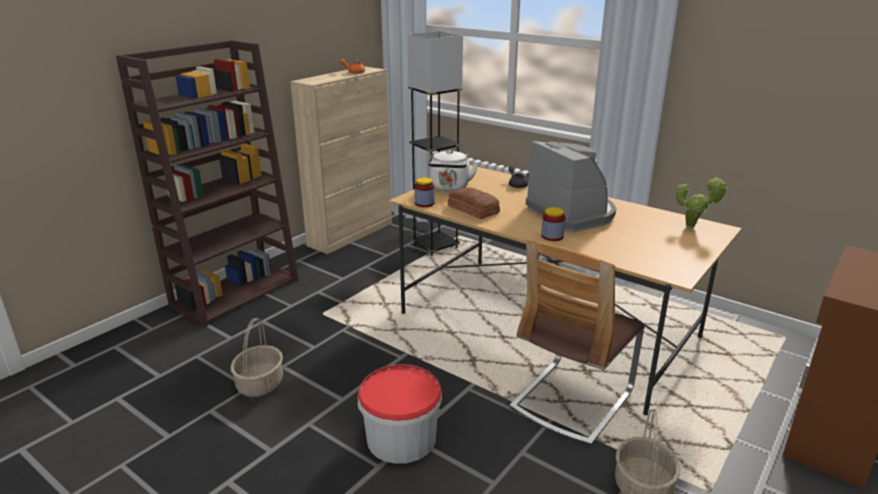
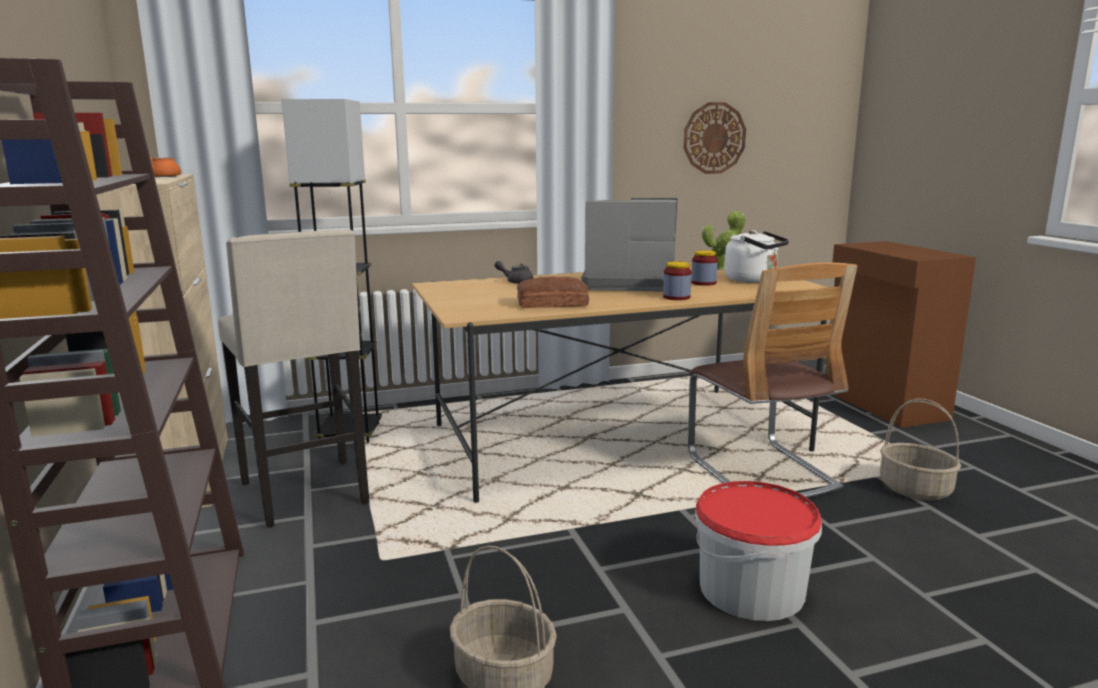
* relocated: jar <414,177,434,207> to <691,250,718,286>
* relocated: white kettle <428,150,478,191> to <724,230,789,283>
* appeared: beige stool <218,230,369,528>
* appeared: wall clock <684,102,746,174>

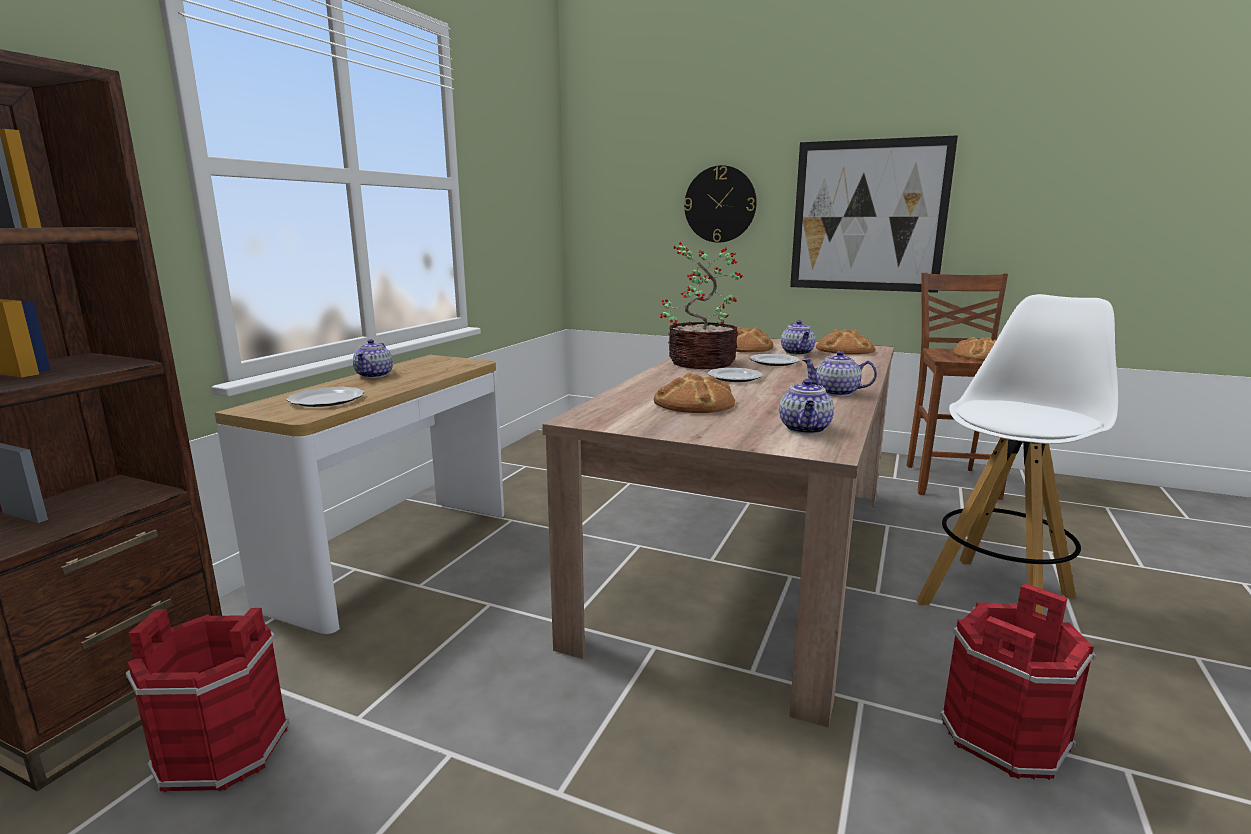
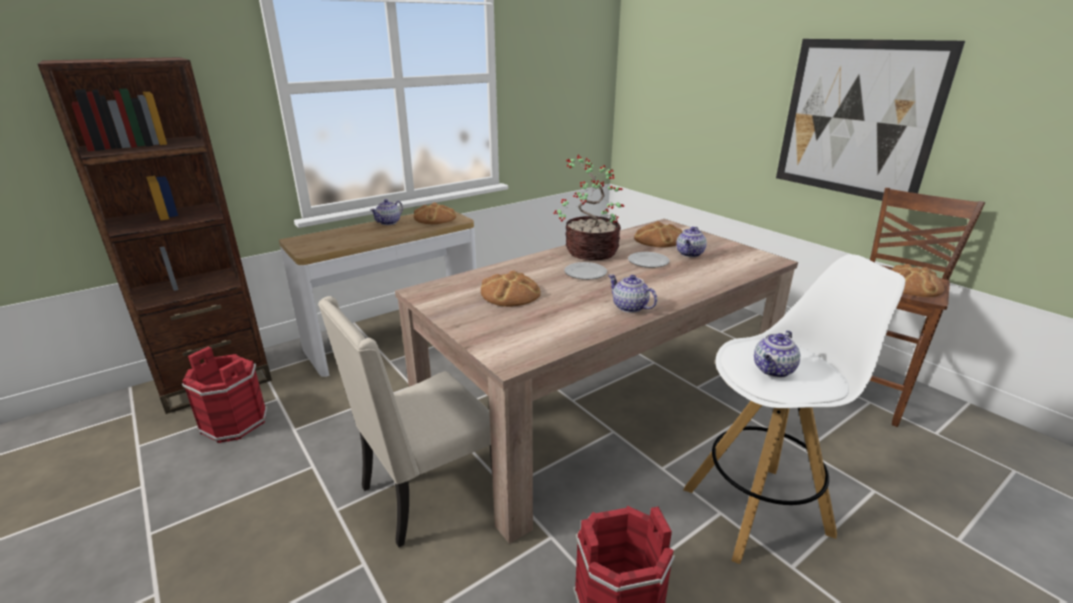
* missing: plate <287,387,365,407>
* missing: wall clock <684,165,757,243>
* relocated: teapot <779,379,834,434> to <754,331,800,378>
* relocated: bread <816,329,875,355> to <414,202,456,224>
* appeared: beige chair <318,296,493,547>

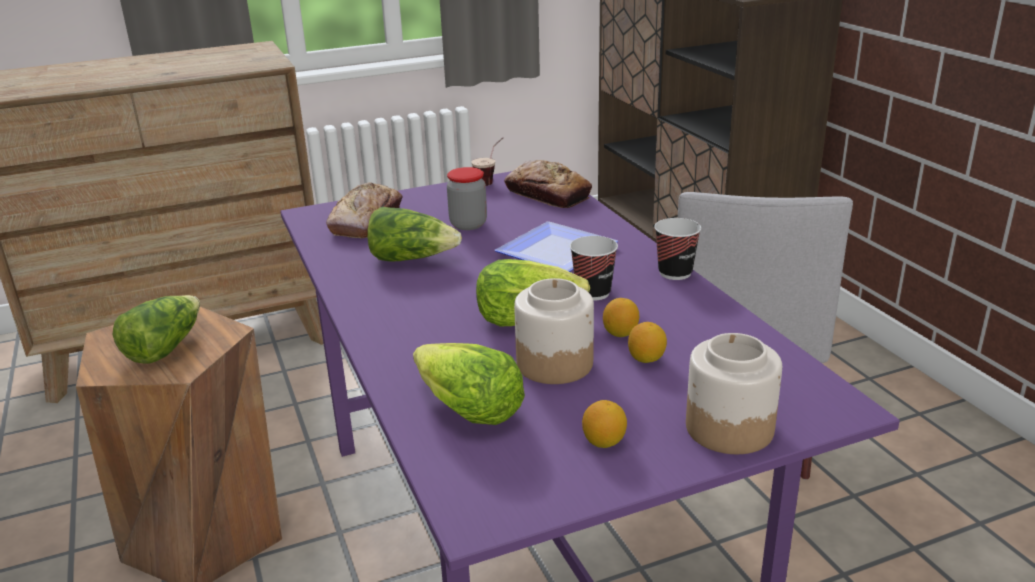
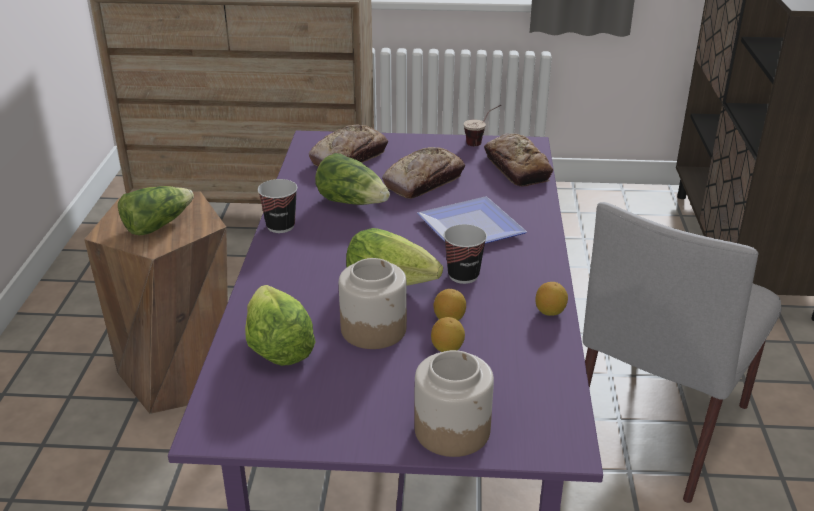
* exchanged: jar <447,167,487,230> to bread <382,147,465,199>
* relocated: lemon <582,400,627,448> to <536,282,568,316>
* relocated: cup <654,218,701,280> to <258,179,298,233>

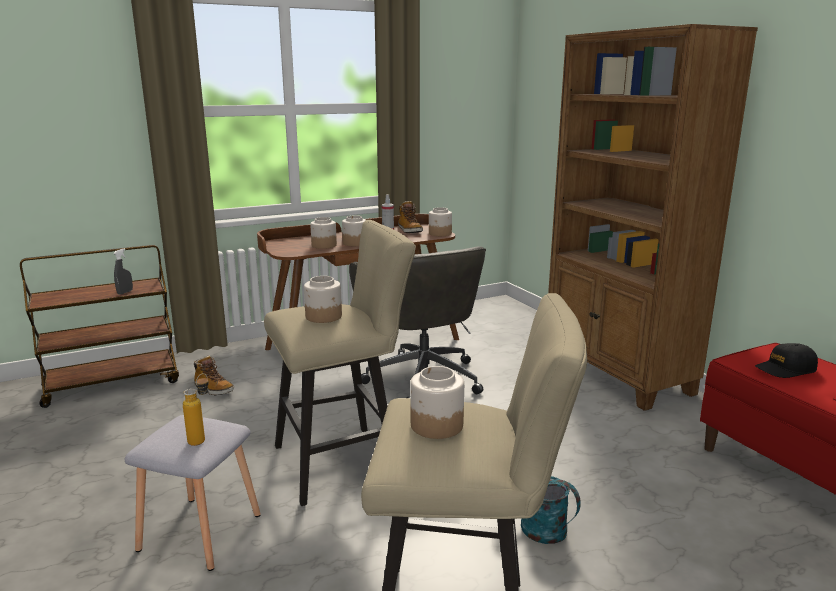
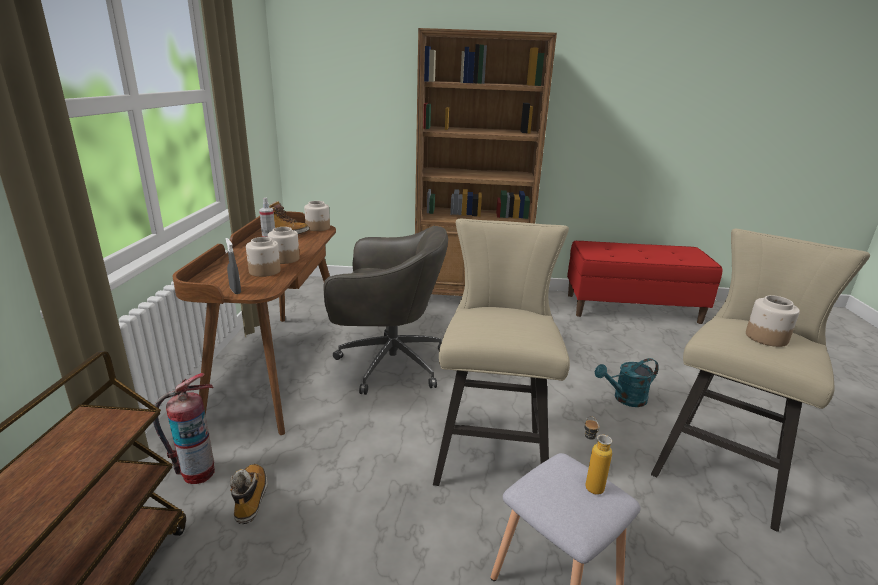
* relocated: grey spray bottle <113,248,133,295> to <225,238,241,294>
* spun: boot <194,356,234,396> = <230,464,268,524> 75 degrees counterclockwise
* missing: jar <304,276,342,323>
* missing: black cap <755,343,818,378>
* appeared: fire extinguisher <153,373,215,484>

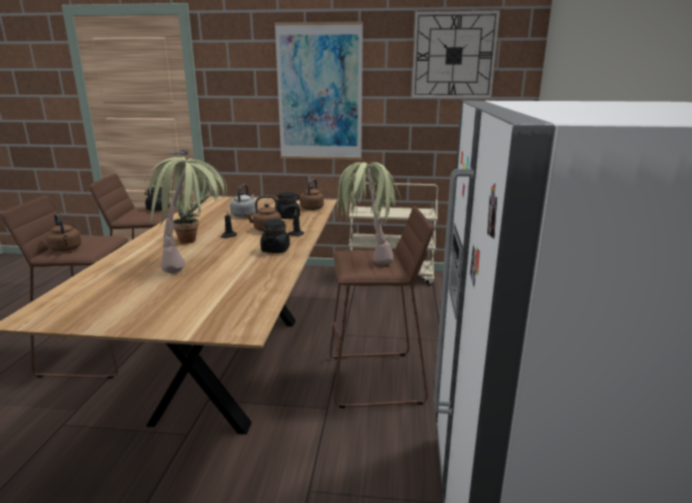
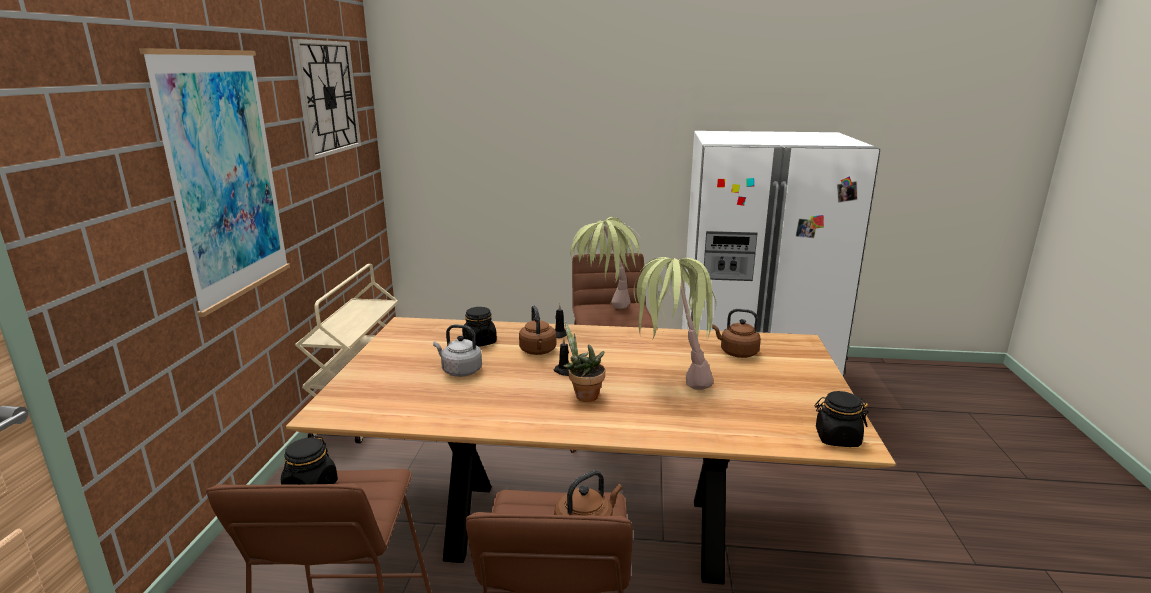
* relocated: black jar <261,219,290,253> to <815,391,868,447>
* relocated: brown kettle <300,179,324,210> to <712,309,761,358>

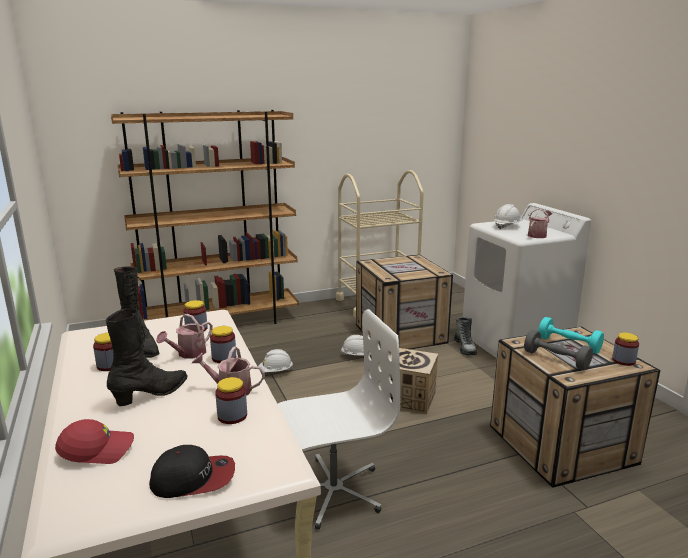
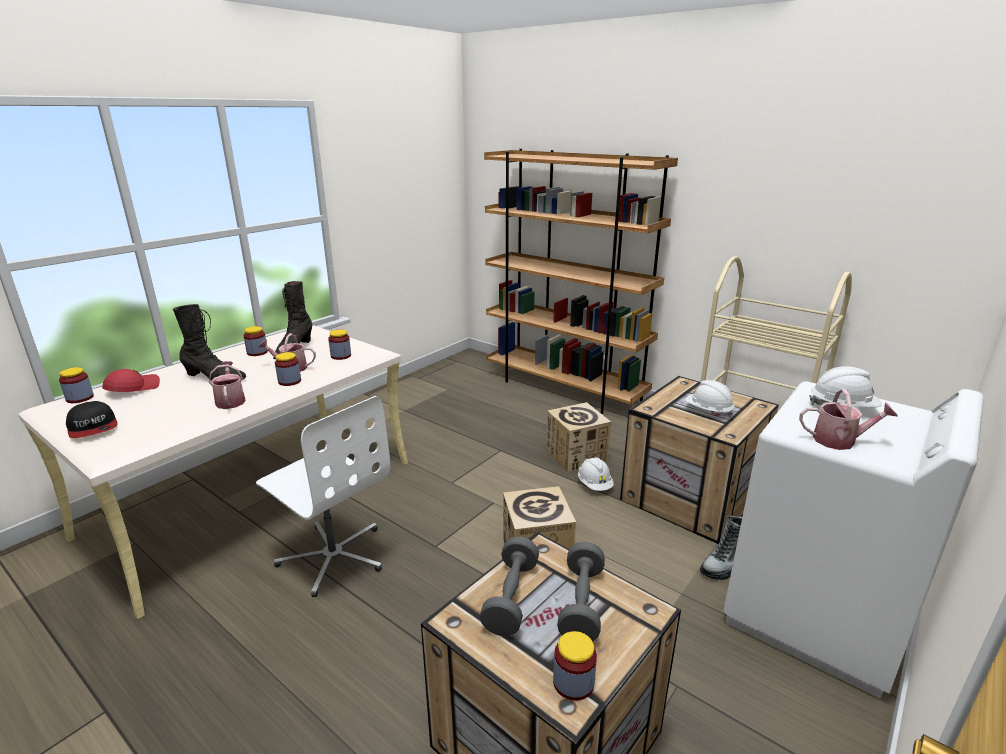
* spun: red cap <55,419,134,464> = <102,369,160,392> 105 degrees counterclockwise
* relocated: jar <215,377,247,424> to <59,367,94,403>
* relocated: white hard hat <259,349,293,372> to <685,380,735,417>
* colour: turquoise dumbbell <538,317,604,354> to grey dumbbell <557,542,605,642>
* appeared: cardboard box <546,402,611,472>

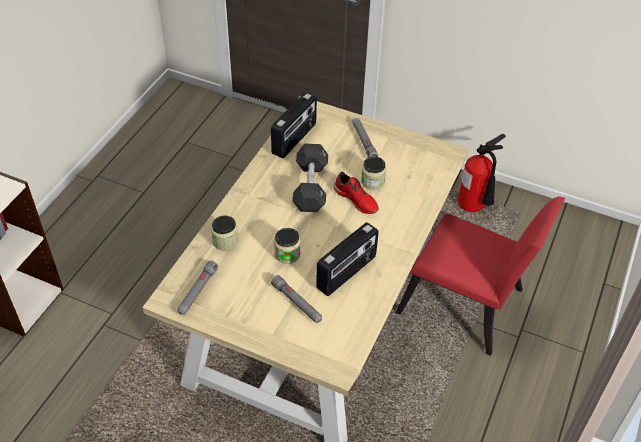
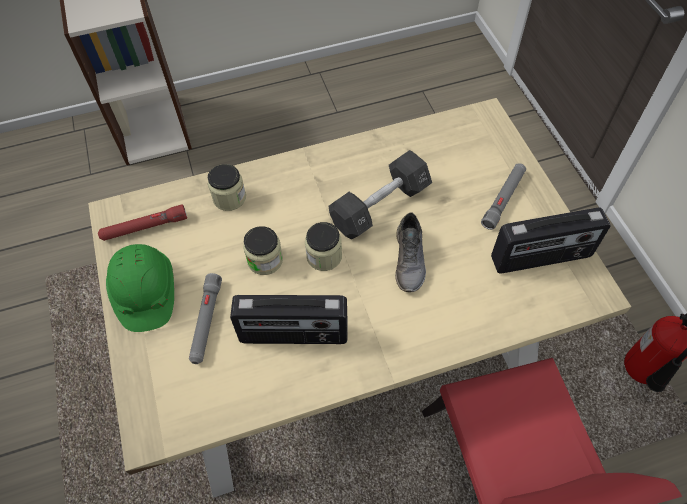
* colour: grey flashlight <177,260,218,315> to red flashlight <98,204,187,241>
* relocated: radio <271,92,317,158> to <491,208,611,274>
* colour: red shoe <334,172,379,214> to grey shoe <395,212,426,292>
* relocated: jar <361,156,386,190> to <305,222,342,271>
* appeared: green hard hat <106,244,174,332>

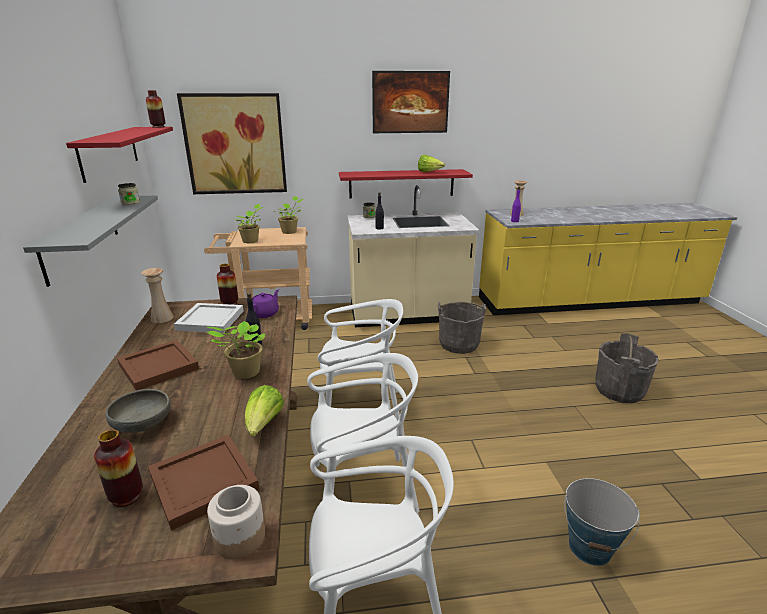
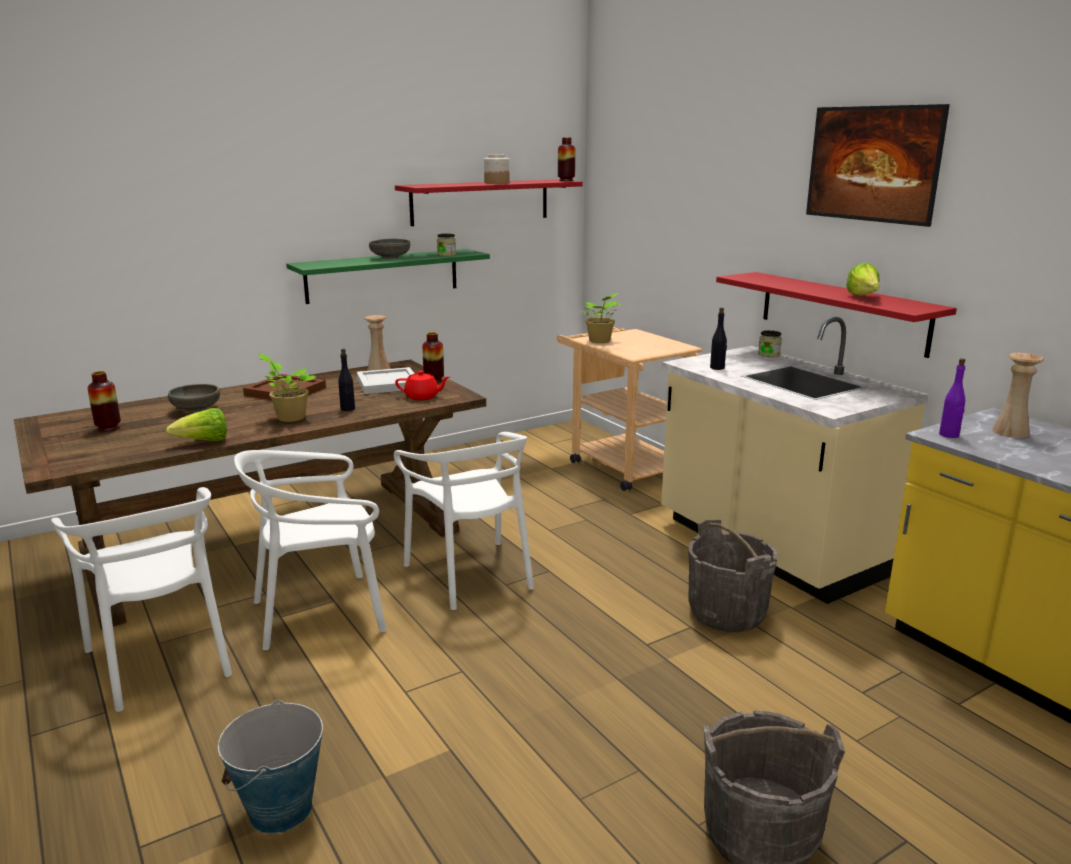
* colour: grey shelf <23,195,158,287> to green shelf <286,249,490,304>
* missing: brown tray <148,435,259,531>
* missing: picture <177,93,287,194>
* relocated: jar <207,485,265,559> to <484,154,510,184>
* colour: purple teapot <252,289,279,318> to red teapot <395,371,450,400>
* missing: potted plant <278,196,303,234>
* spun: white chair <307,353,419,513> = <234,450,387,650> 105 degrees clockwise
* appeared: grey bowl <369,238,410,259>

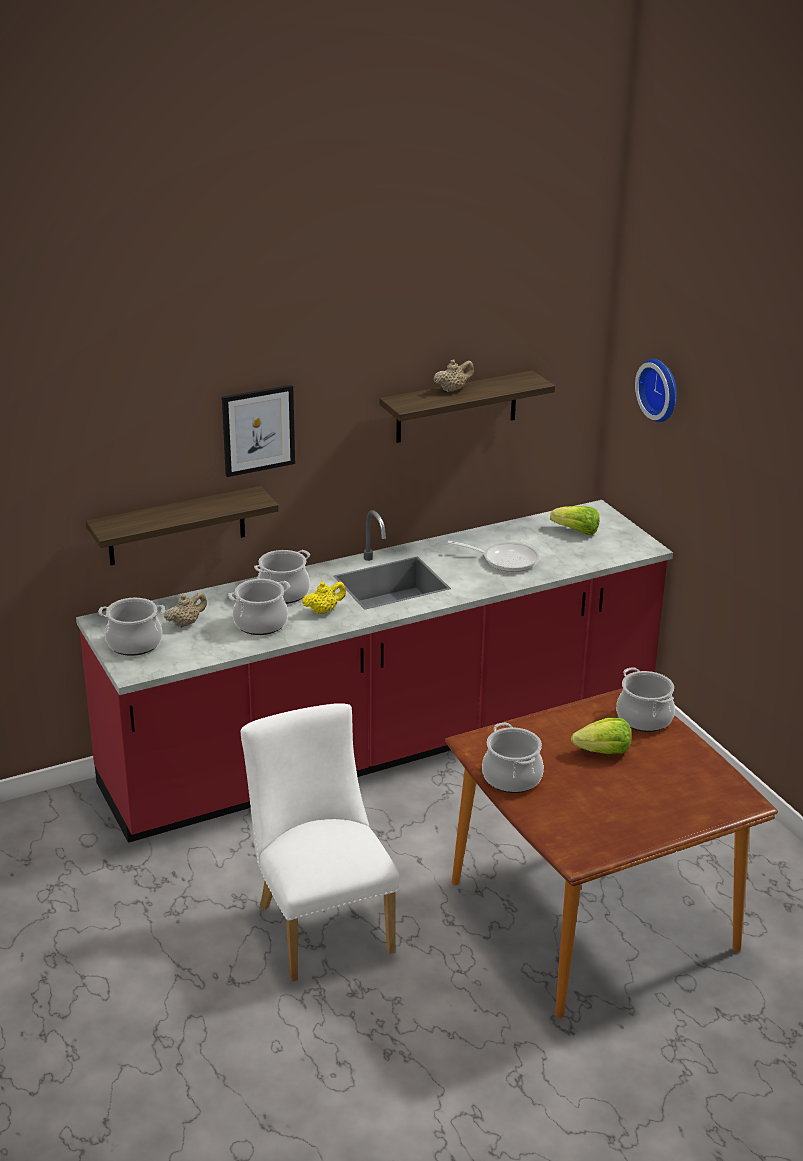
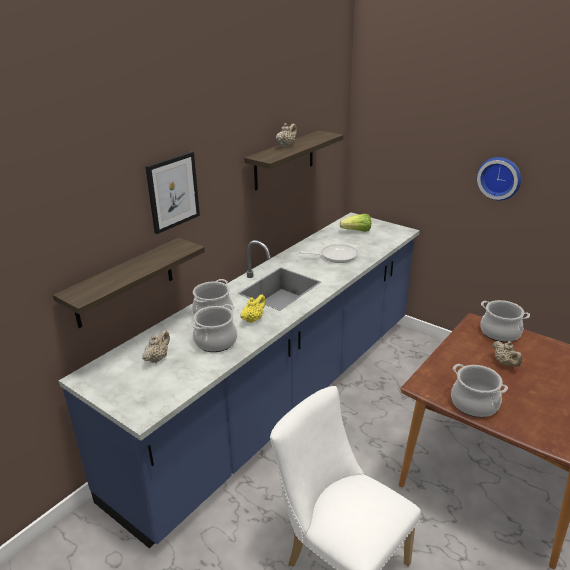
* colour: red counter <76,500,673,843> to blue counter <59,212,420,548>
* missing: cooking pot <98,598,165,656>
* exchanged: lettuce <571,718,631,754> to beige teapot <492,341,522,367>
* relocated: wall clock <635,359,677,422> to <477,157,521,201>

